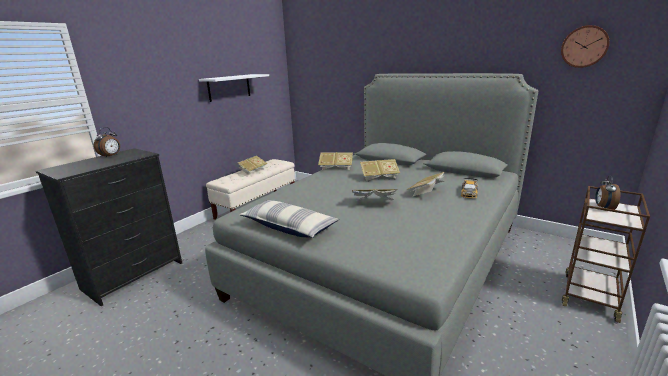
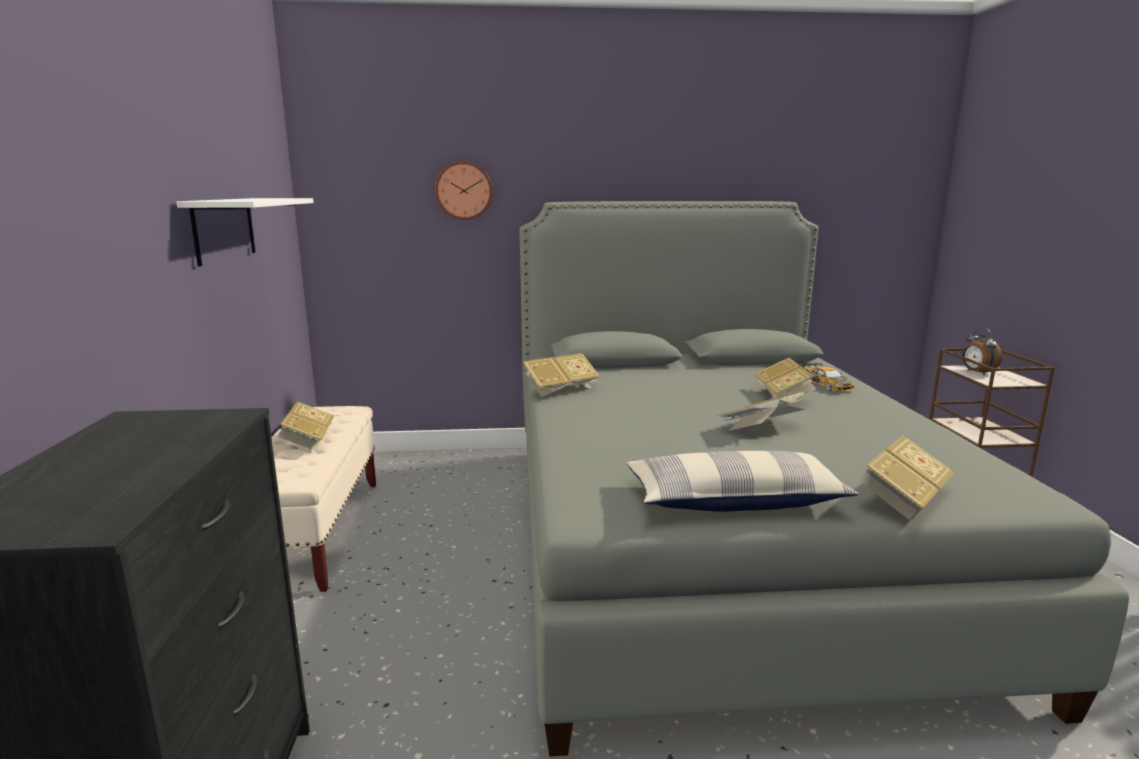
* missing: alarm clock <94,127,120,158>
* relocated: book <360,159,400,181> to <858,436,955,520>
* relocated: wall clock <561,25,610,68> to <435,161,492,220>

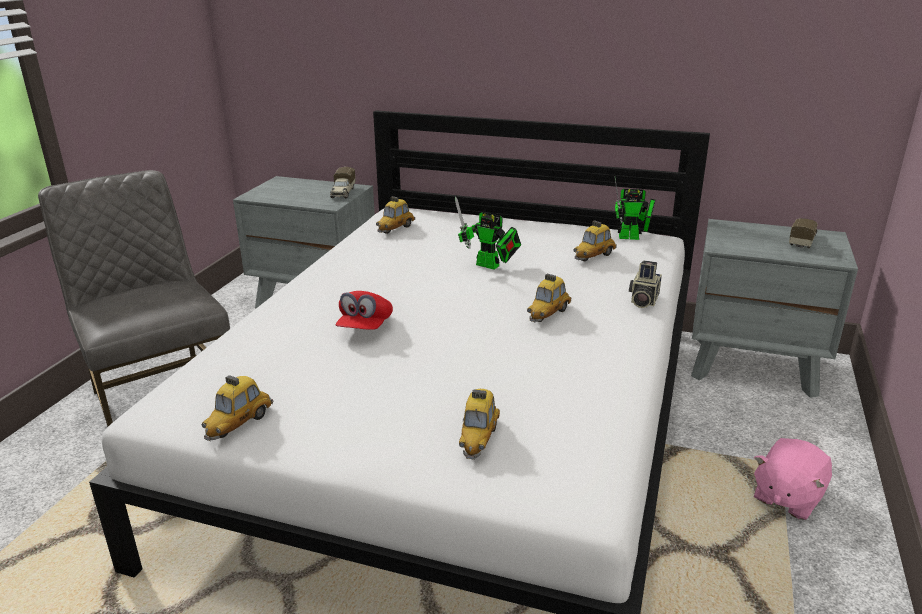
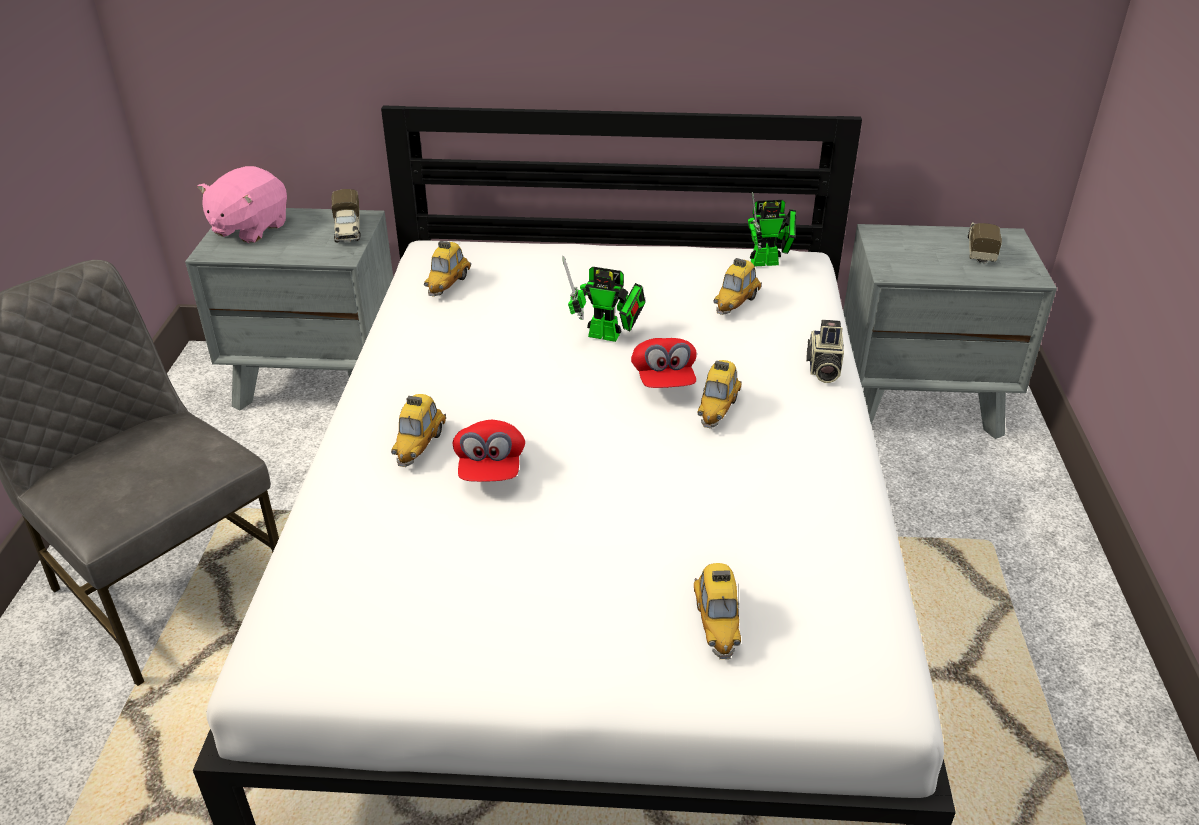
* relocated: toy car <202,375,273,441> to <391,394,446,467>
* relocated: pink plush toy <754,438,832,520> to <197,166,287,243>
* appeared: red cap <631,338,697,388>

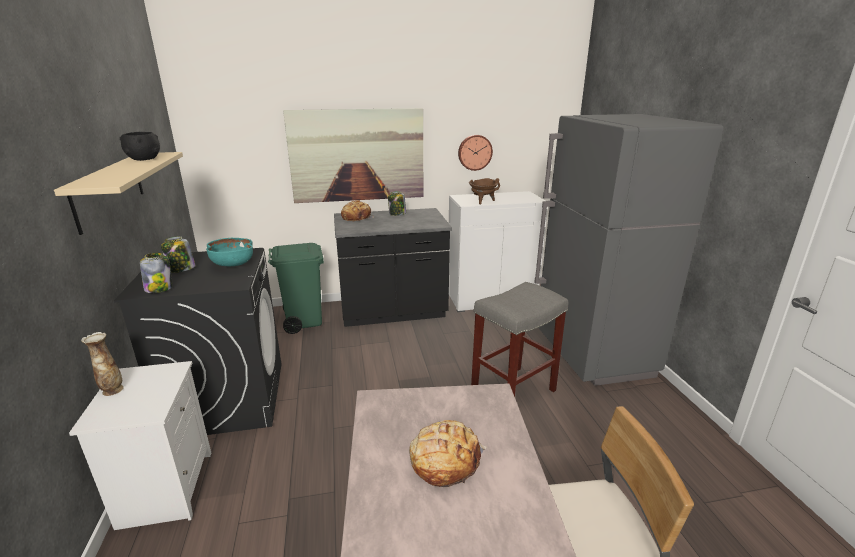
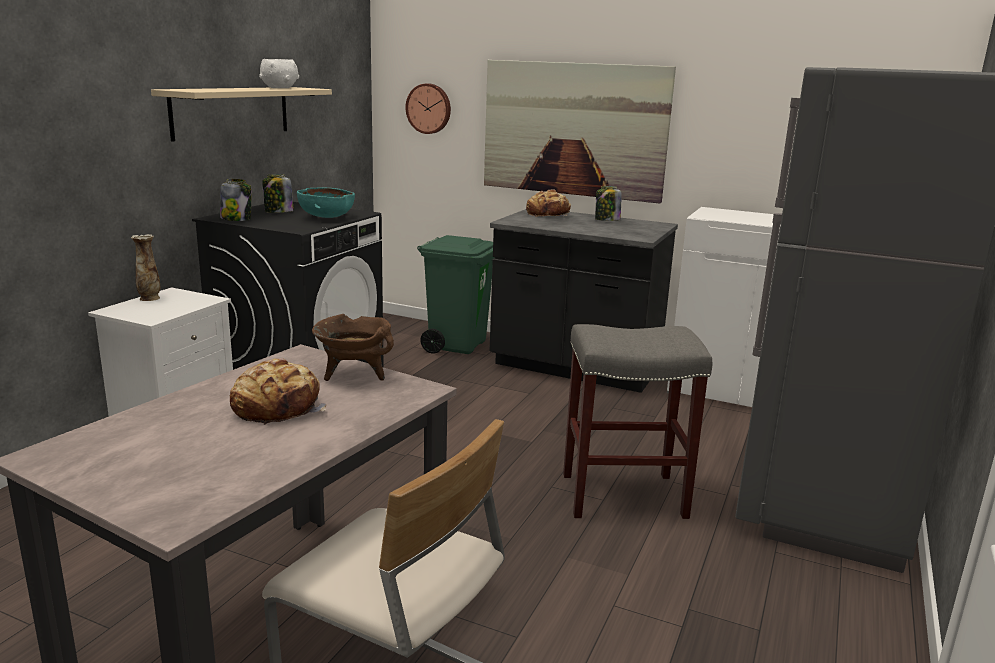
* colour: black bowl <120,132,160,161> to white bowl <259,59,299,88>
* relocated: wall clock <458,135,493,171> to <406,84,451,134>
* relocated: brown cooking pot <469,178,500,204> to <312,314,394,381>

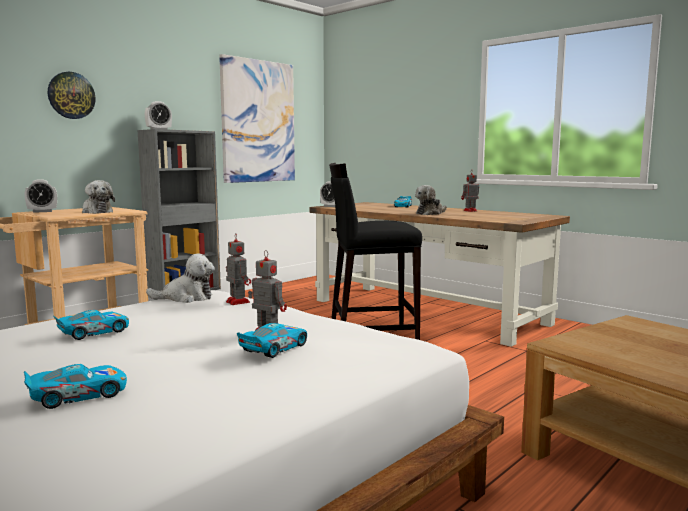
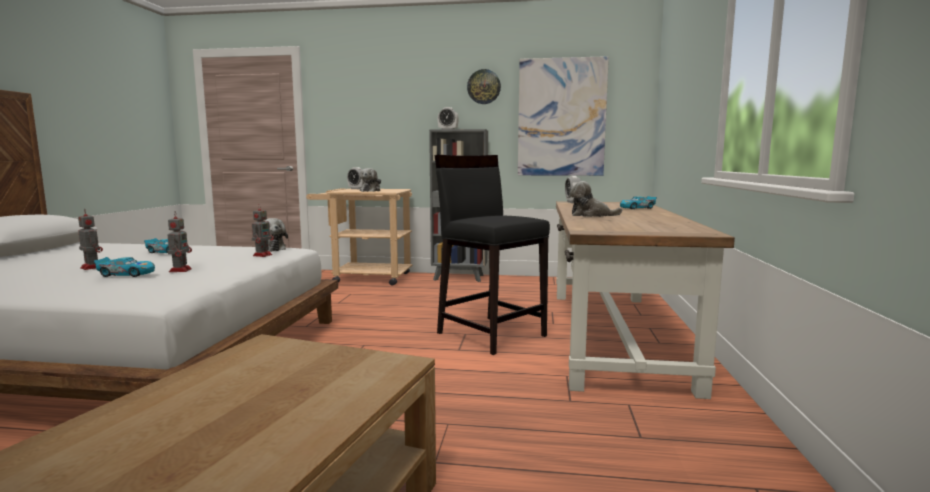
* missing: toy car <24,364,127,409>
* relocated: wall clock <48,72,96,119> to <467,69,501,104>
* relocated: toy robot <461,172,479,212> to <78,209,103,270>

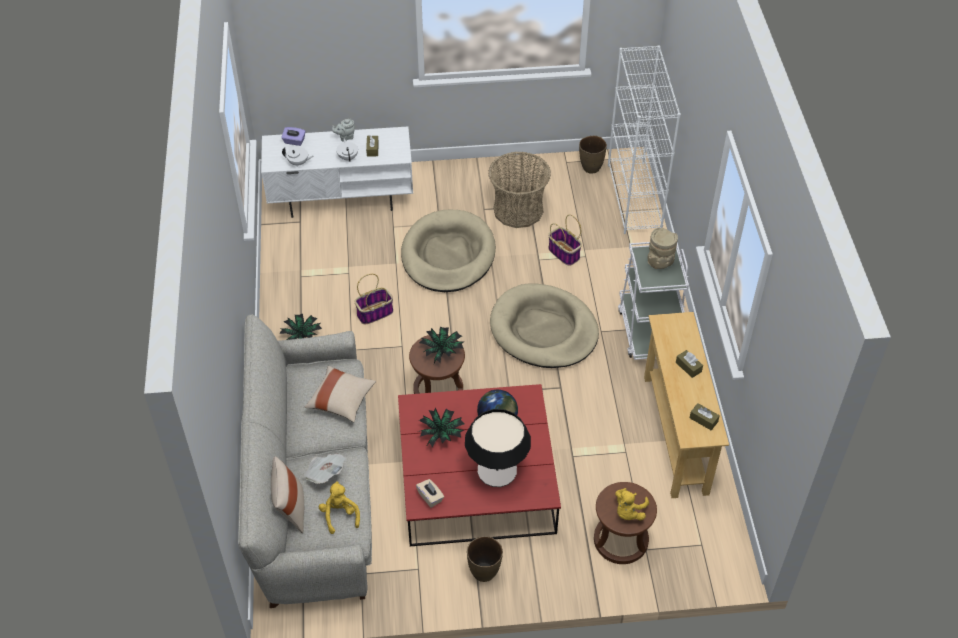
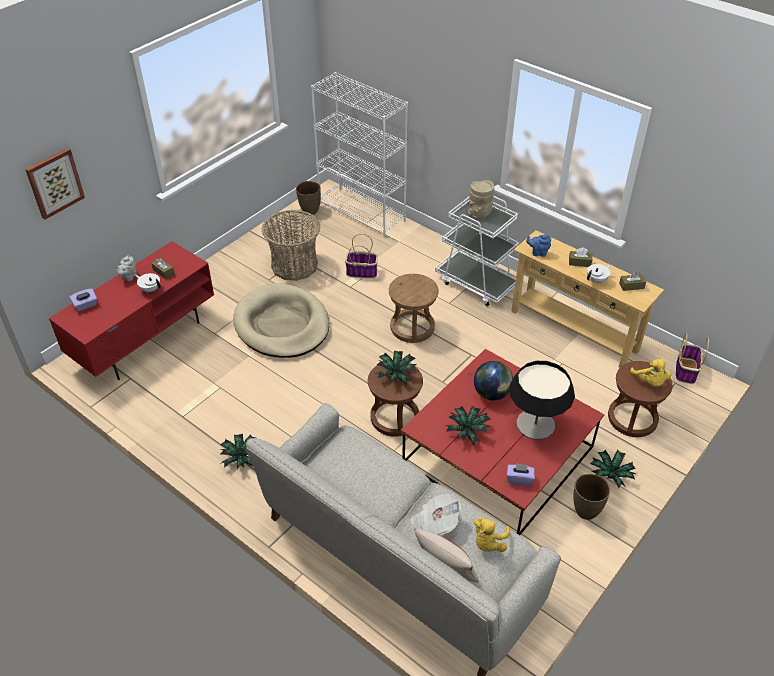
* colour: white tv stand <261,126,413,218> to red tv stand <49,241,214,380>
* relocated: white teapot <282,147,314,166> to <587,264,611,284>
* missing: beige pillow <305,366,376,422>
* spun: yellow plush toy <319,481,360,534> = <474,517,511,552> 90 degrees counterclockwise
* relocated: basket <354,274,393,325> to <676,333,709,384>
* colour: beige tissue box <416,479,444,508> to purple tissue box <507,463,535,486>
* exchanged: beige dog bed <490,284,599,368> to brown stool <389,274,439,343>
* appeared: picture <25,148,85,219>
* appeared: blue teapot <526,234,551,257>
* appeared: potted plant <590,450,637,488>

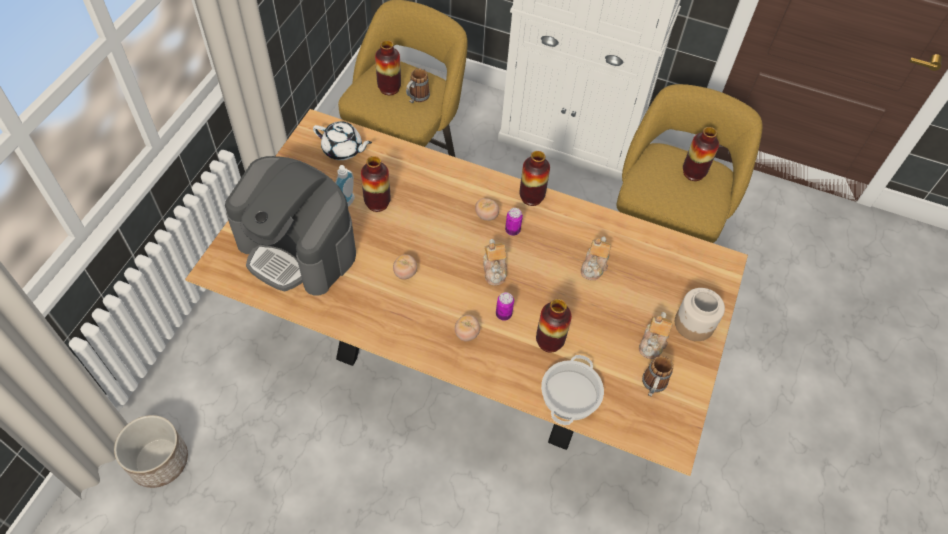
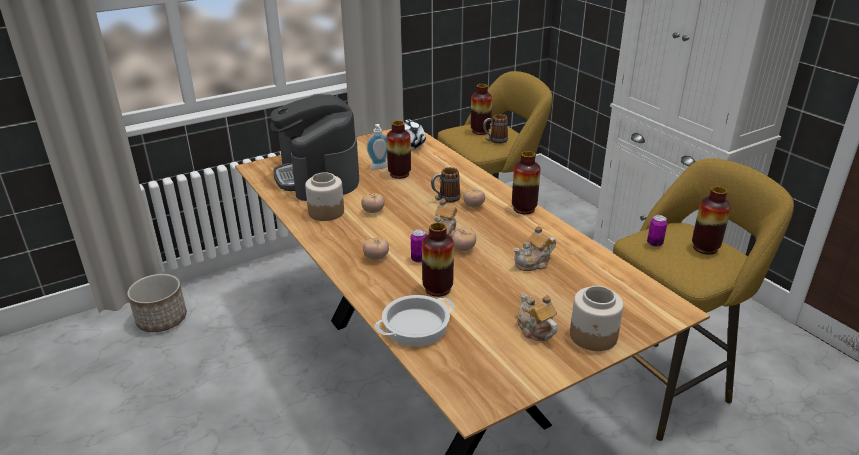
* relocated: can <505,208,523,236> to <647,215,667,247>
* spun: teapot <639,312,672,359> = <517,293,558,341> 90 degrees clockwise
* relocated: mug <642,356,673,397> to <431,167,461,203>
* appeared: jar <305,172,344,221>
* appeared: tomato <452,227,476,251>

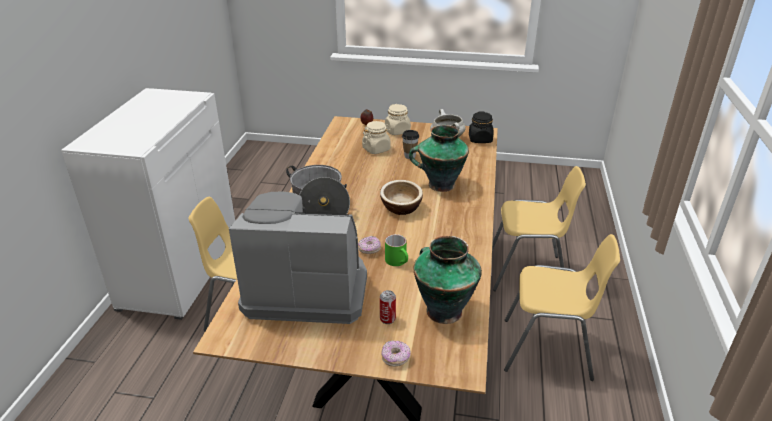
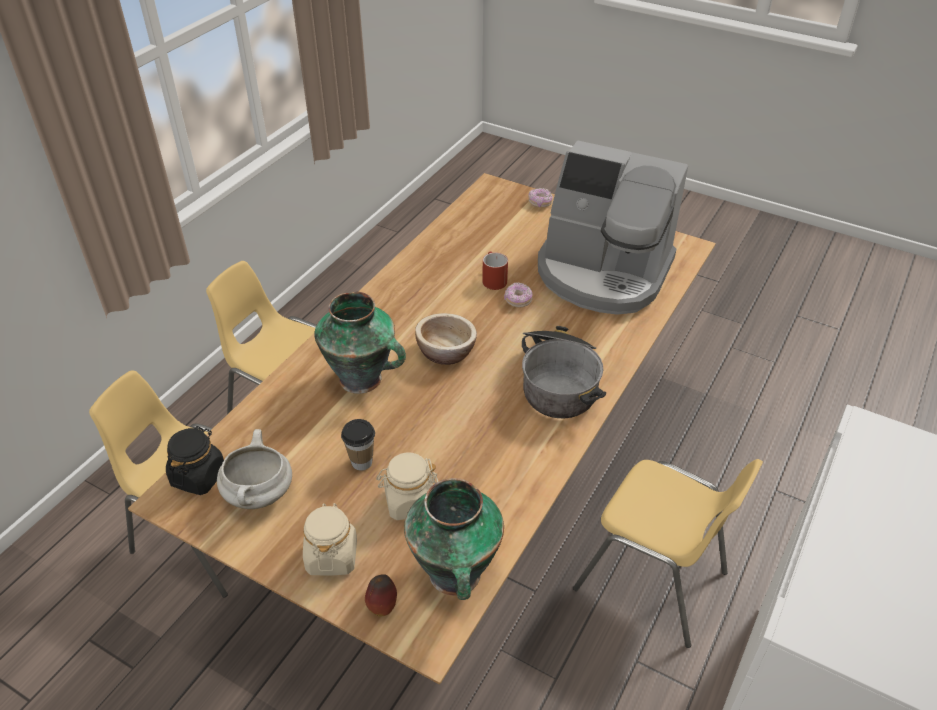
* missing: can <380,290,396,324>
* colour: green mug <385,234,408,266> to red mug <482,251,508,290>
* relocated: vase <413,236,482,324> to <404,478,504,600>

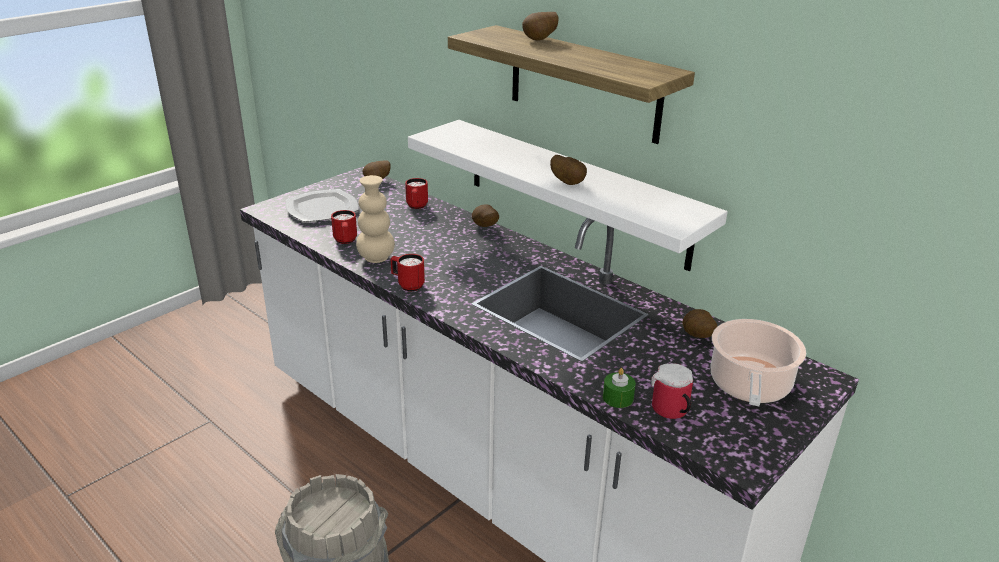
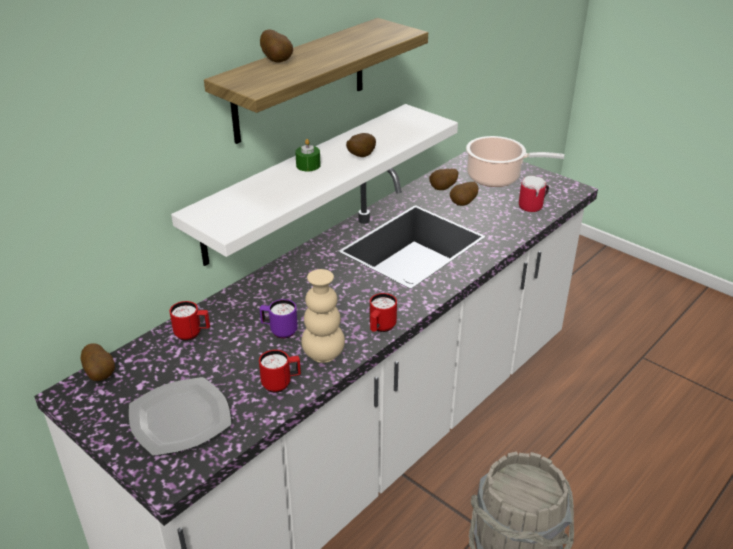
* relocated: potato <472,204,499,227> to <450,182,478,206>
* relocated: green candle <603,368,636,408> to <295,139,321,171>
* appeared: purple mug <260,299,298,339>

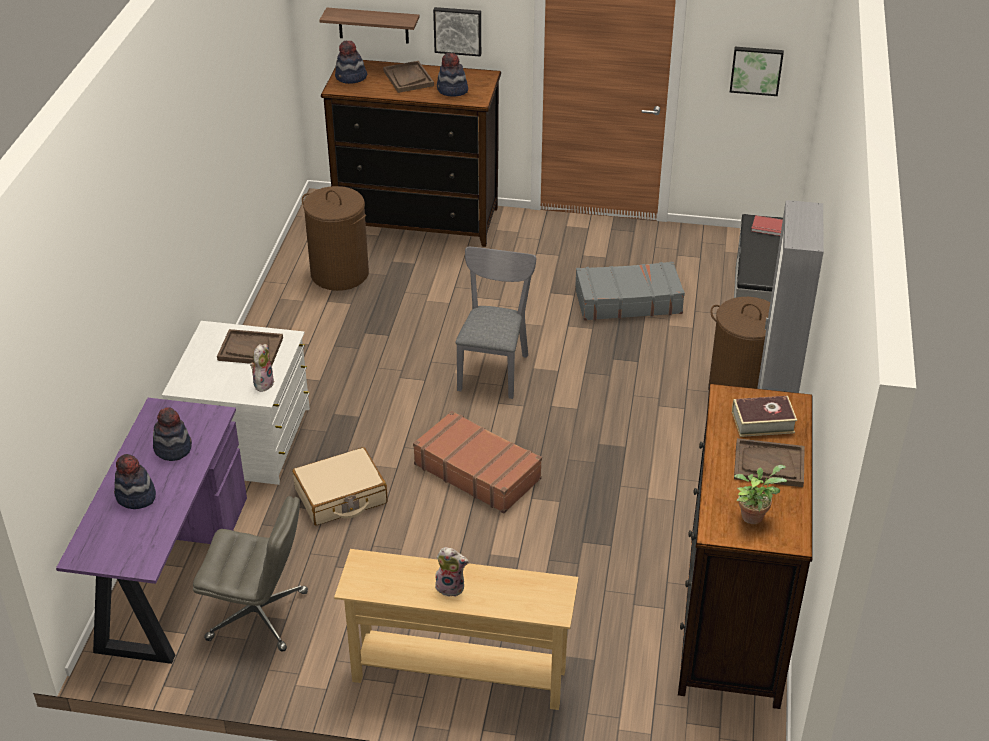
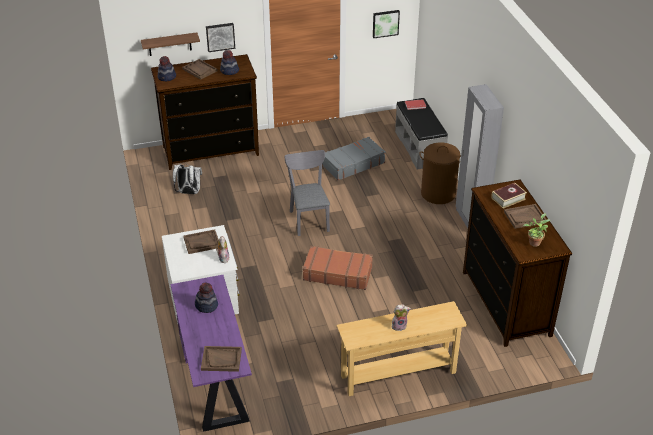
* missing: hat <114,454,156,509>
* missing: grey office chair <193,496,308,652>
* missing: beige suitcase <292,447,388,525>
* exchanged: brown laundry basket <302,186,369,291> to white backpack <173,164,202,194>
* appeared: brown tray <201,346,242,372>

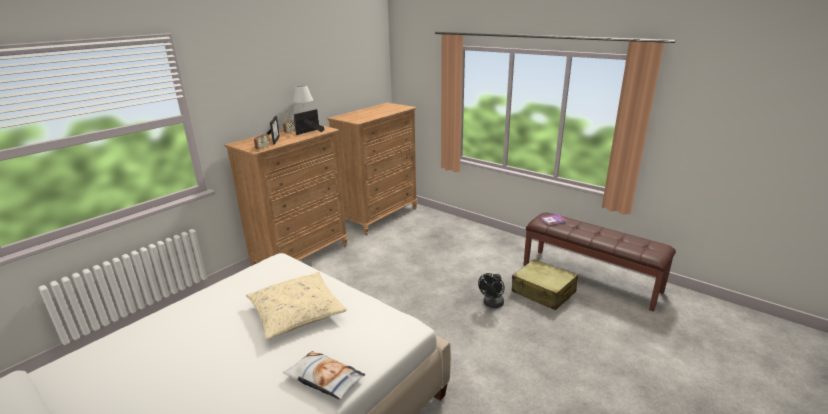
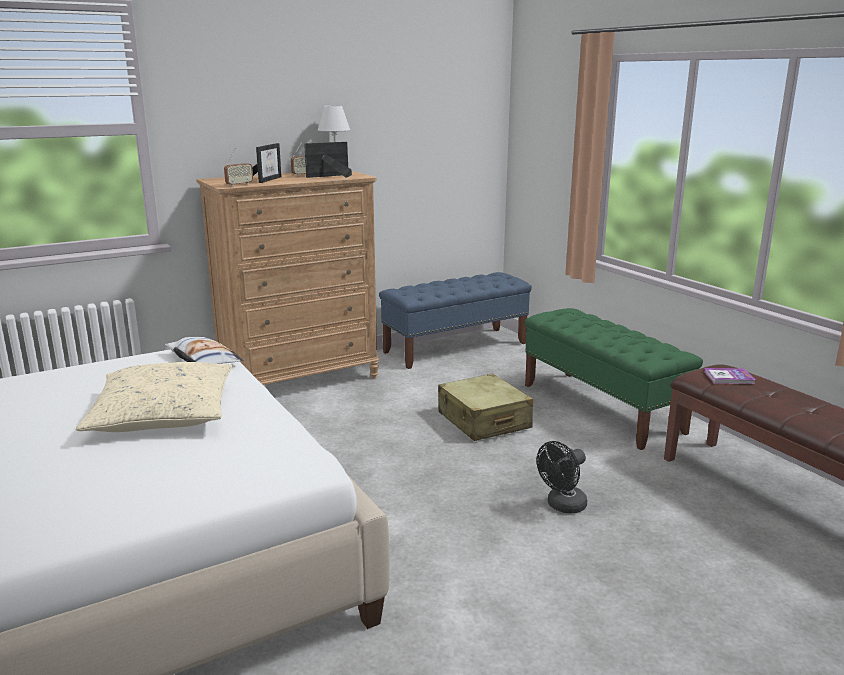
* relocated: pillow <282,351,365,400> to <165,337,244,364>
* exchanged: brown dresser <327,103,417,235> to blue bench <379,272,532,369>
* relocated: beige suitcase <512,259,578,310> to <438,374,533,441>
* appeared: green bench <525,308,703,450>

